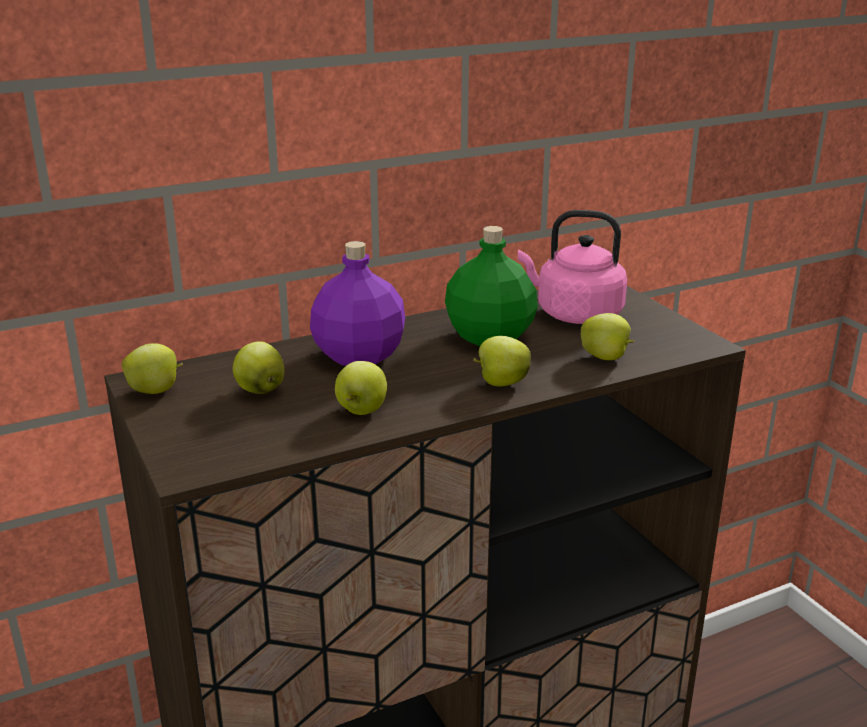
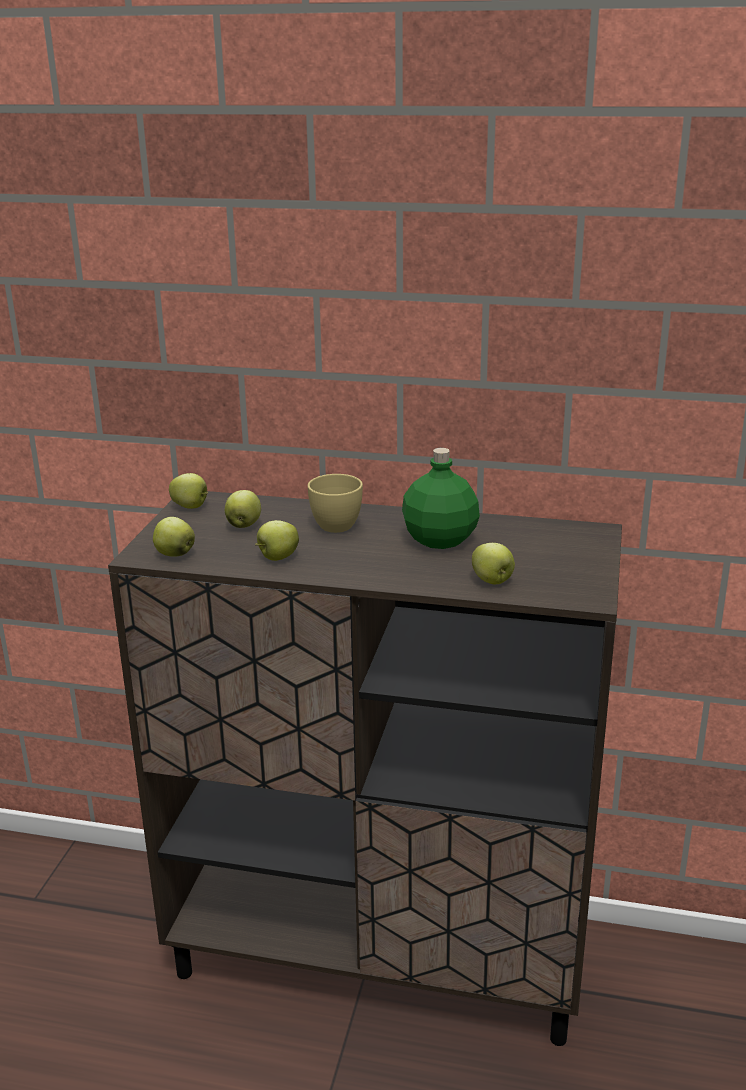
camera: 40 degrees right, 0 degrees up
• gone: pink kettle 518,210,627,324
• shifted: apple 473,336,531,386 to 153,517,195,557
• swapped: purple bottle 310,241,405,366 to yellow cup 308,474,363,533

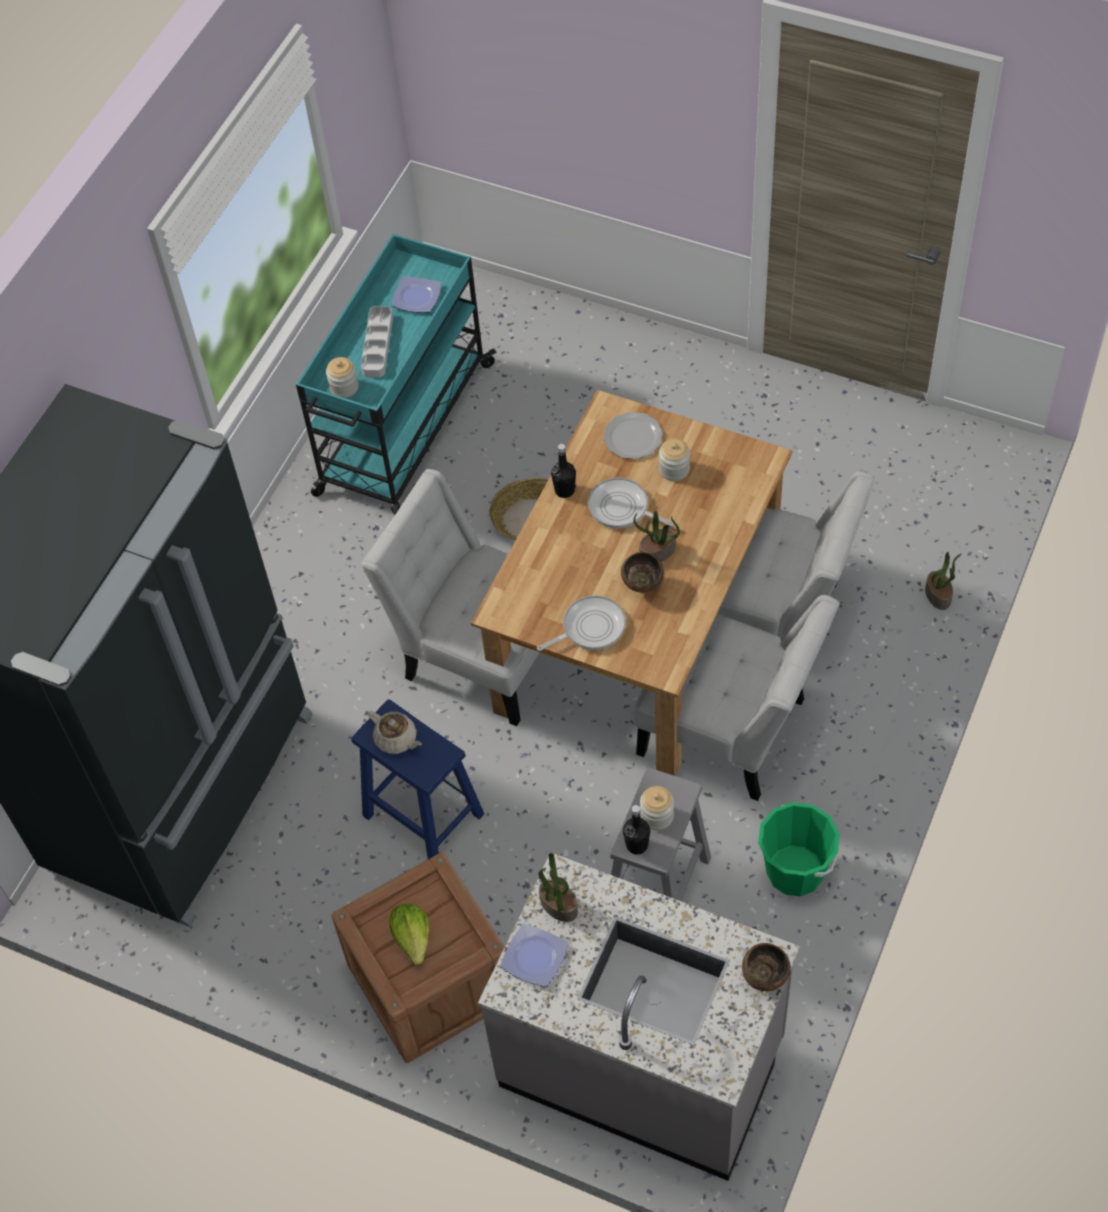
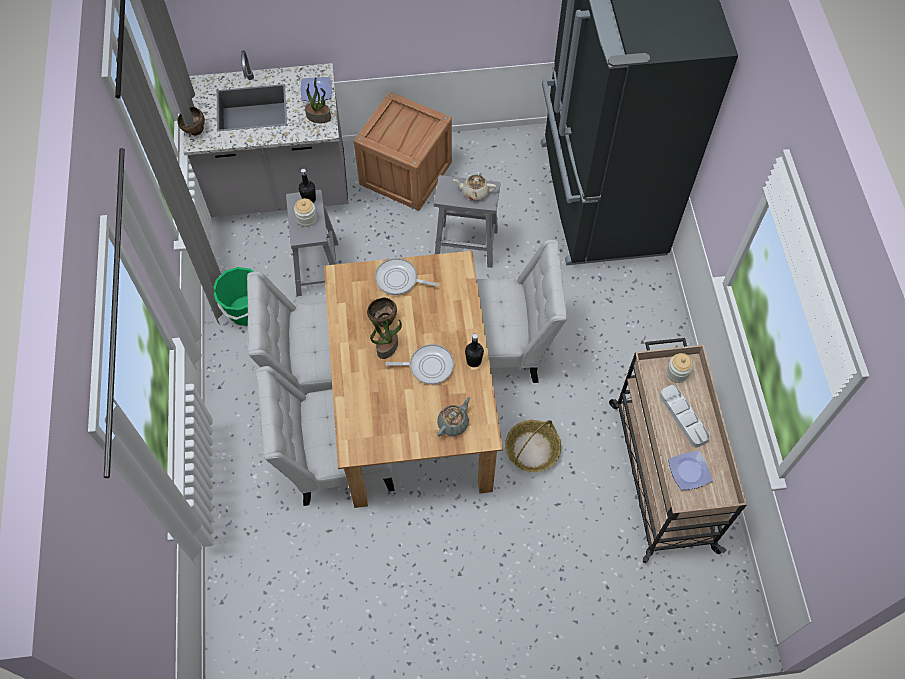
camera: 145 degrees right, 5 degrees up
• gone: lettuce 389,903,429,965
• gone: jar 659,438,690,481
• gone: potted plant 925,552,962,610
• swapped: plate 603,412,663,459 to grey teapot 437,397,471,437
• repainted: turquoise cart 296,234,496,515 to beige cart 609,338,747,563
• repainted: blue stool 351,699,484,859 to grey stool 434,175,501,268
• rotated: frying pan 537,595,626,651 = 375,258,439,295 75 degrees clockwise

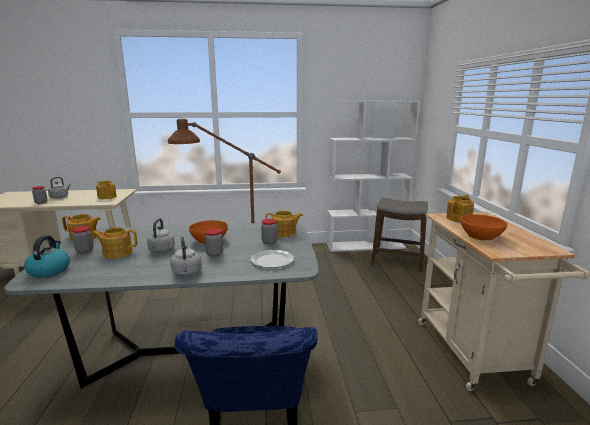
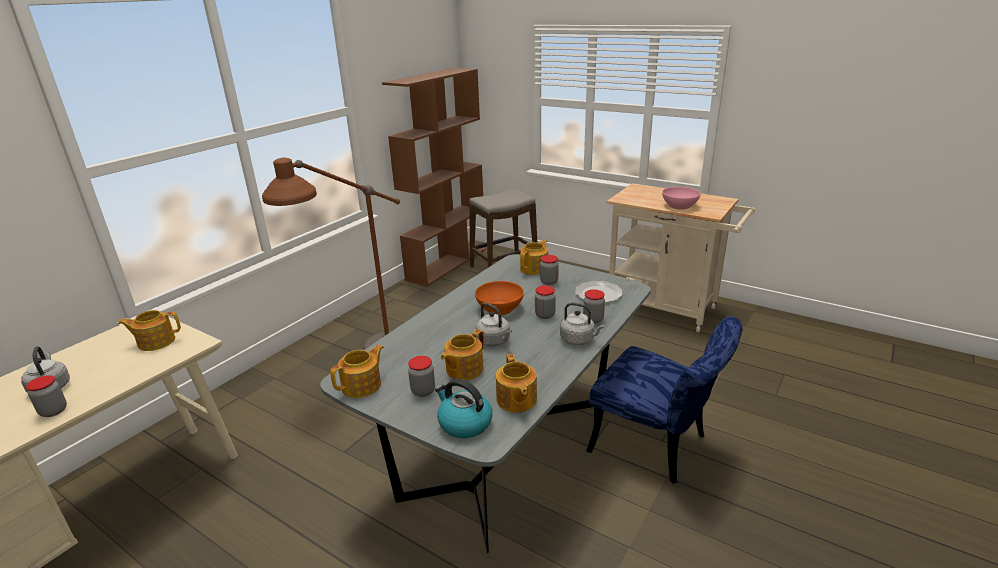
camera: 50 degrees left, 10 degrees up
• new: jar 583,289,605,324
• shifted: teapot 446,195,474,222 to 496,354,537,412
• repainted: white bookcase 327,100,420,252 to brown bookcase 382,68,486,287
• repainted: orange bowl 460,214,508,241 to pink bowl 662,187,701,210

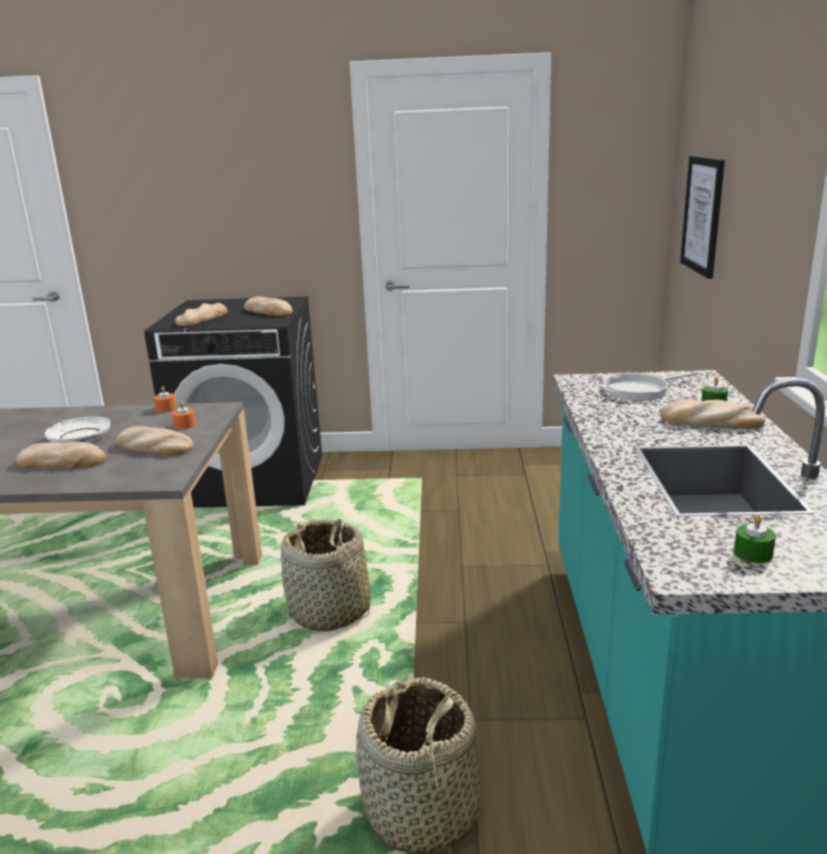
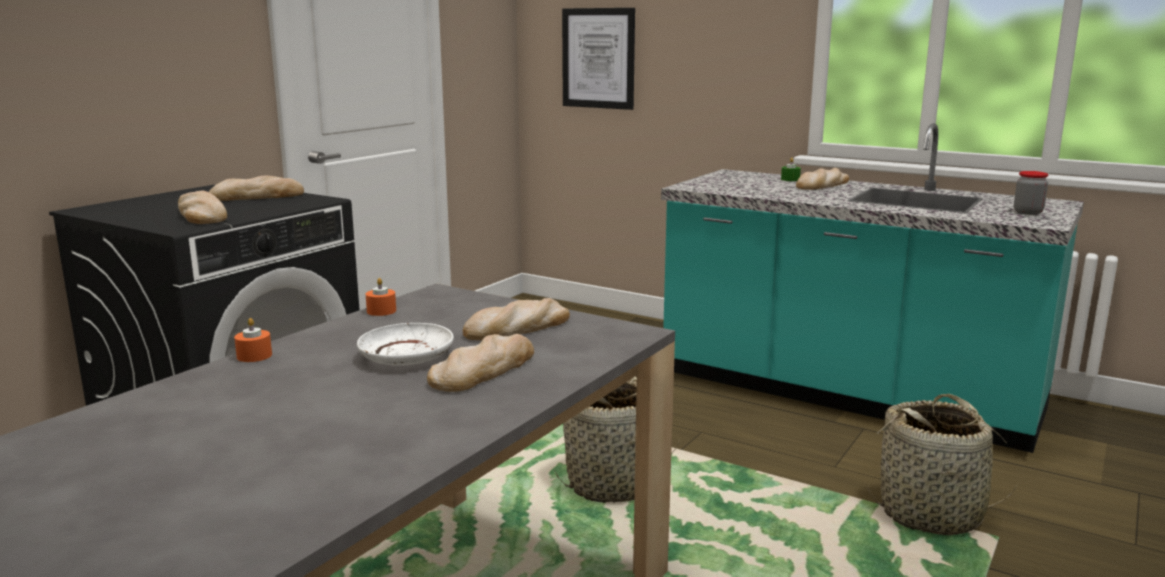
camera: 60 degrees left, 5 degrees down
• gone: frying pan 602,371,697,401
• shifted: orange candle 172,401,196,429 to 234,318,272,362
• swapped: green candle 734,515,776,563 to jar 1014,171,1048,215

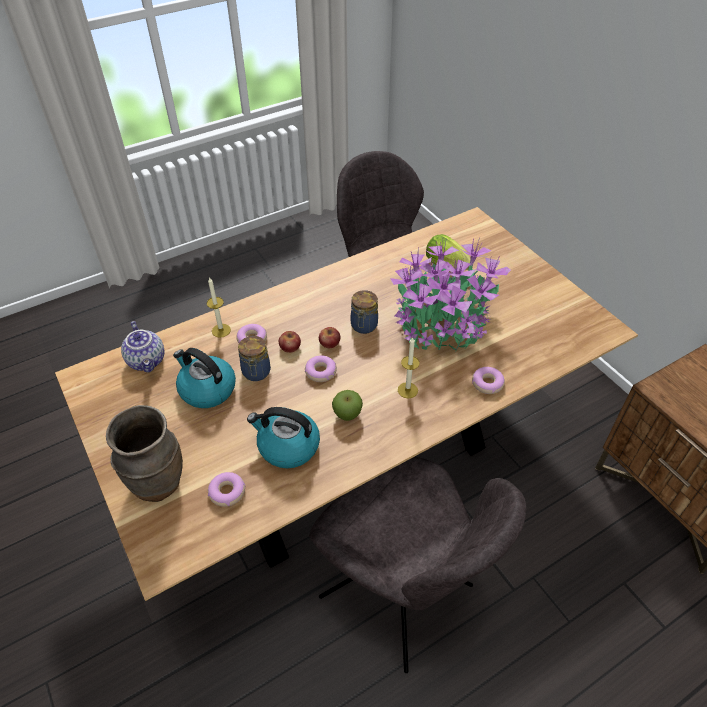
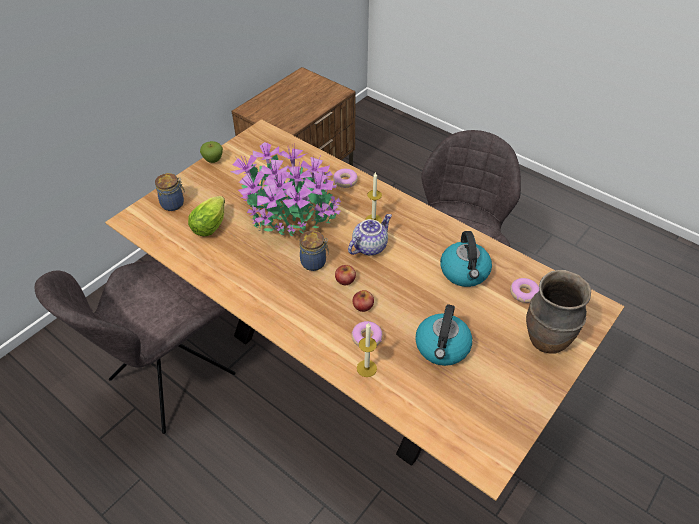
camera: 110 degrees left, 0 degrees up
• gone: donut 305,356,337,382
• shifted: teapot 121,321,165,372 to 348,214,392,256
• shifted: jar 238,336,271,381 to 155,173,185,211
• shifted: apple 332,390,363,421 to 200,141,223,163

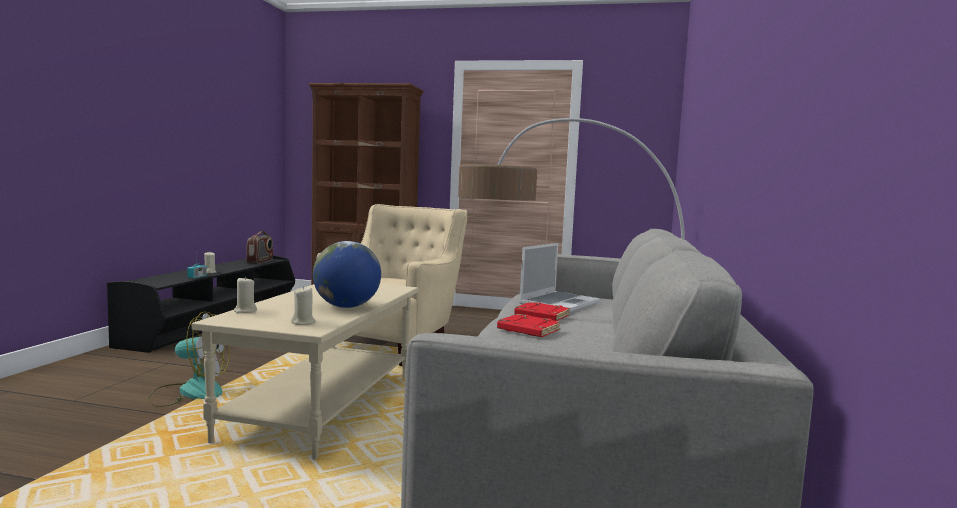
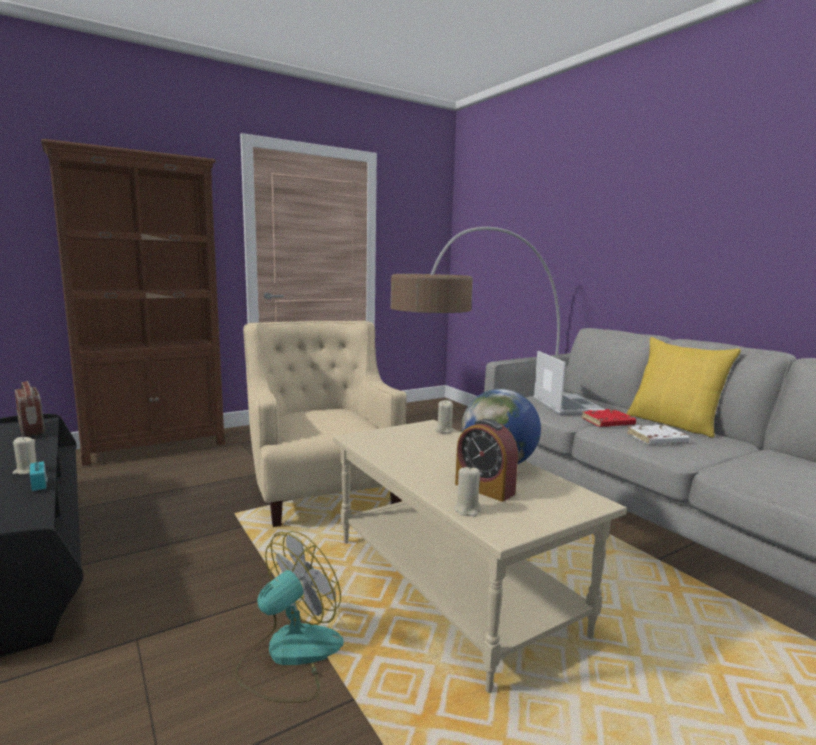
camera: 45 degrees left, 5 degrees up
• new: alarm clock 455,419,518,502
• new: yellow pillow 627,337,741,438
• shifted: beige candle 291,286,316,325 to 435,400,454,434
• repainted: red book 497,314,561,337 to white book 627,424,690,445

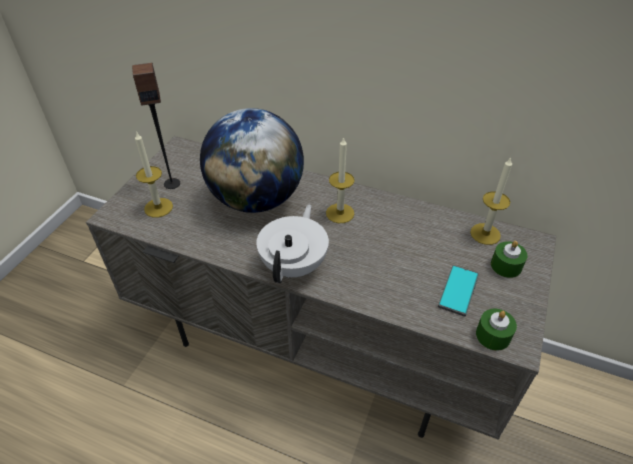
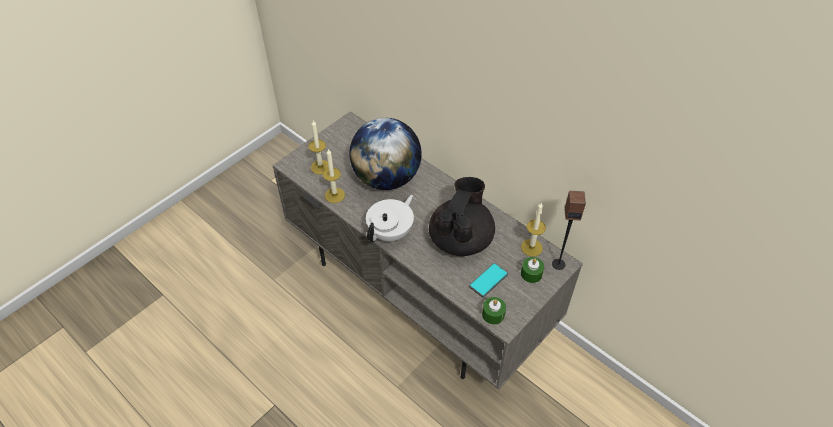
camera: 20 degrees right, 5 degrees up
• new: black teapot 429,177,495,256
• shifted: speaker 132,63,180,189 to 552,191,586,270
• shifted: candle 326,137,355,223 to 323,148,345,203

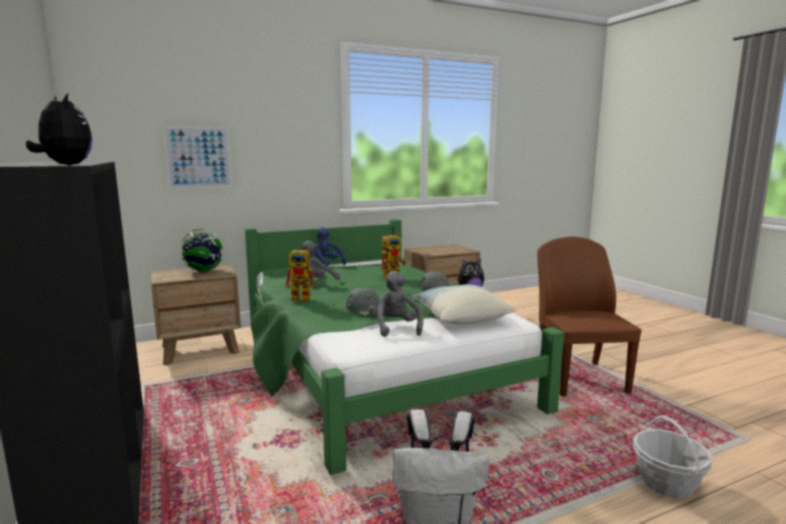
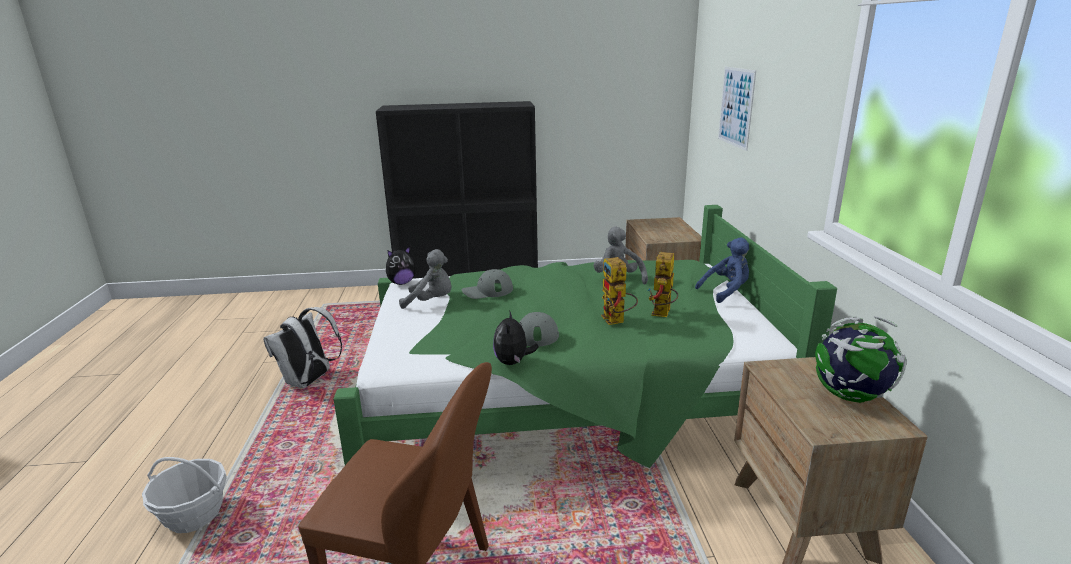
camera: 110 degrees right, 10 degrees up
• gone: pillow 412,284,516,325
• shifted: plush toy 26,93,92,165 to 386,246,416,285
• shifted: globe 181,229,223,272 to 815,316,907,403
• shifted: toy robot 285,248,321,302 to 647,252,678,317

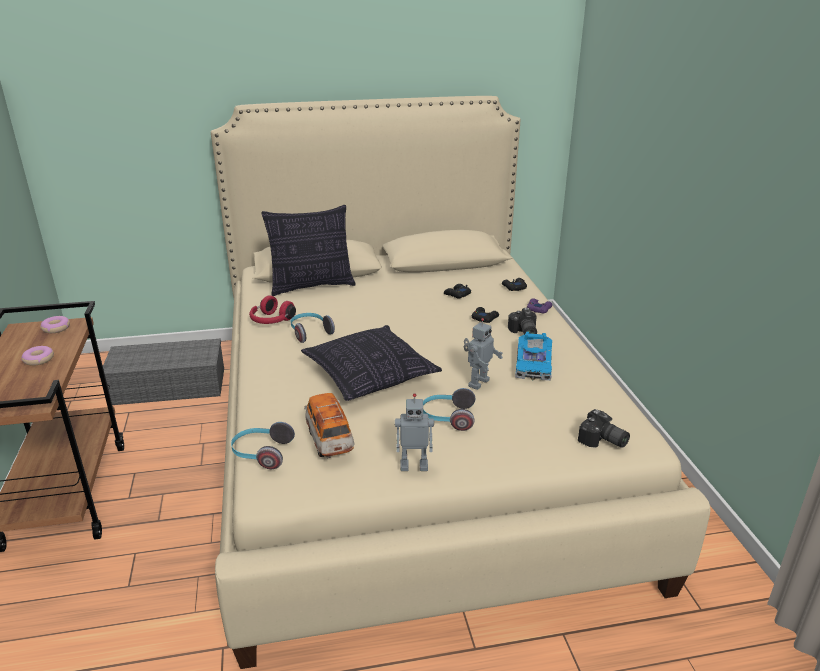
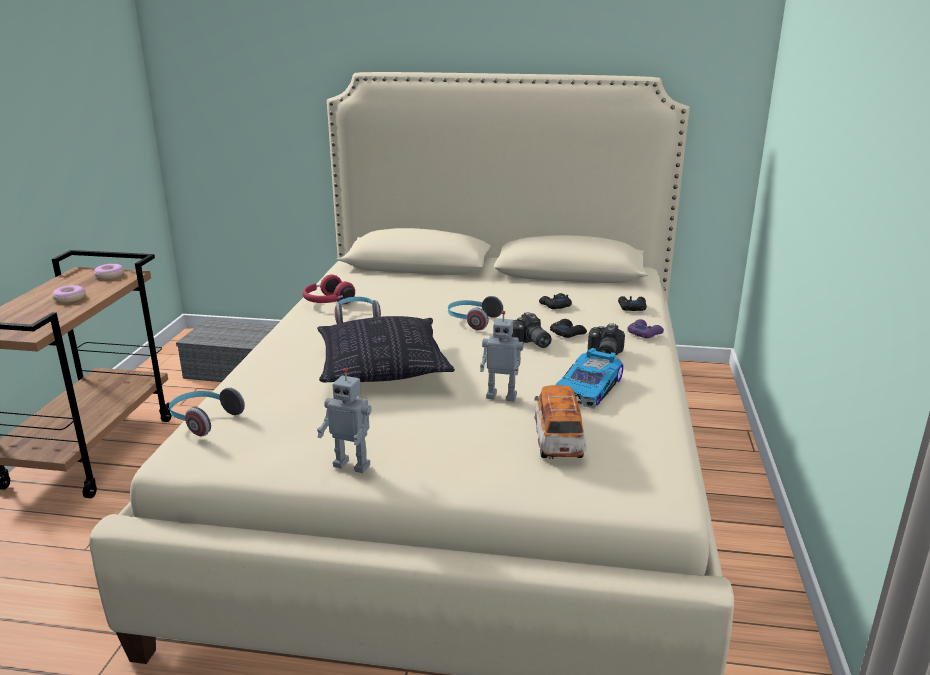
camera: 20 degrees right, 5 degrees down
• gone: pillow 262,205,356,296
• shifted: toy car 304,393,355,458 to 534,385,586,459
• shifted: headphones 423,388,475,431 to 448,296,503,330
• shifted: photo camera 578,409,630,448 to 511,312,552,348
• rotated: toy robot 464,318,503,390 = 480,311,524,401 45 degrees clockwise

